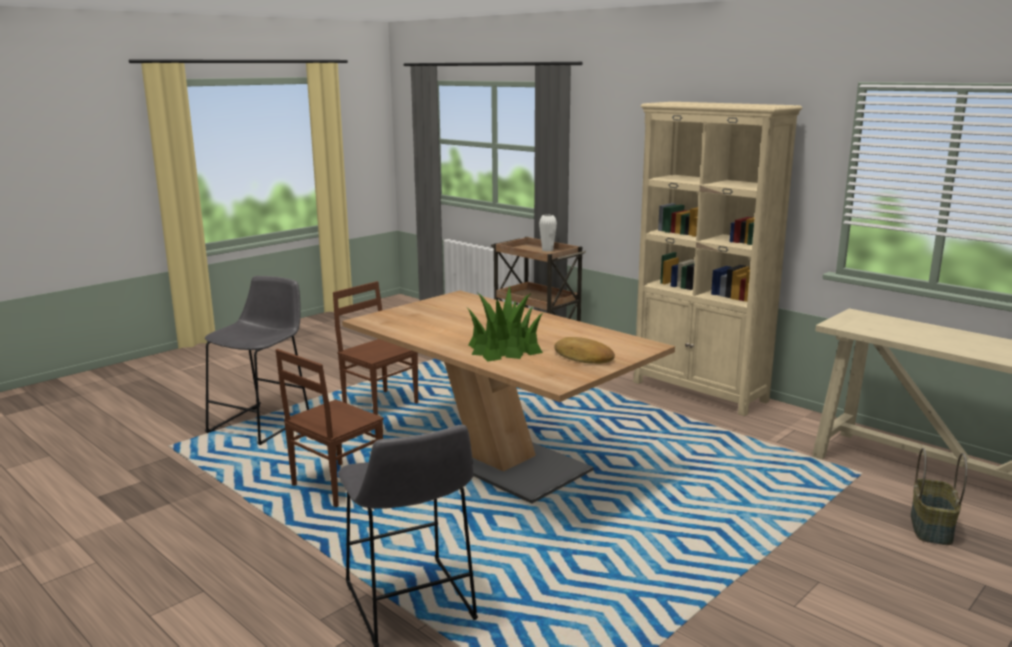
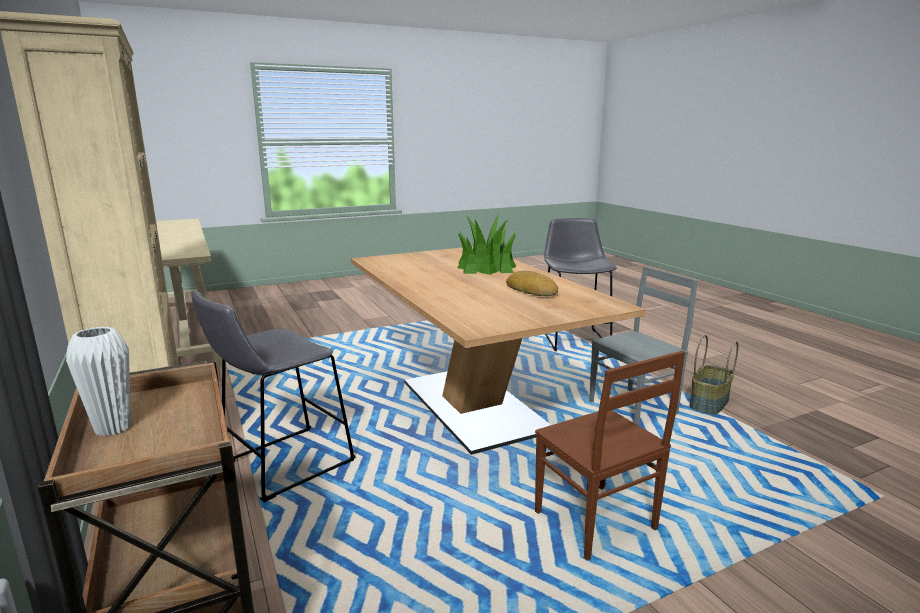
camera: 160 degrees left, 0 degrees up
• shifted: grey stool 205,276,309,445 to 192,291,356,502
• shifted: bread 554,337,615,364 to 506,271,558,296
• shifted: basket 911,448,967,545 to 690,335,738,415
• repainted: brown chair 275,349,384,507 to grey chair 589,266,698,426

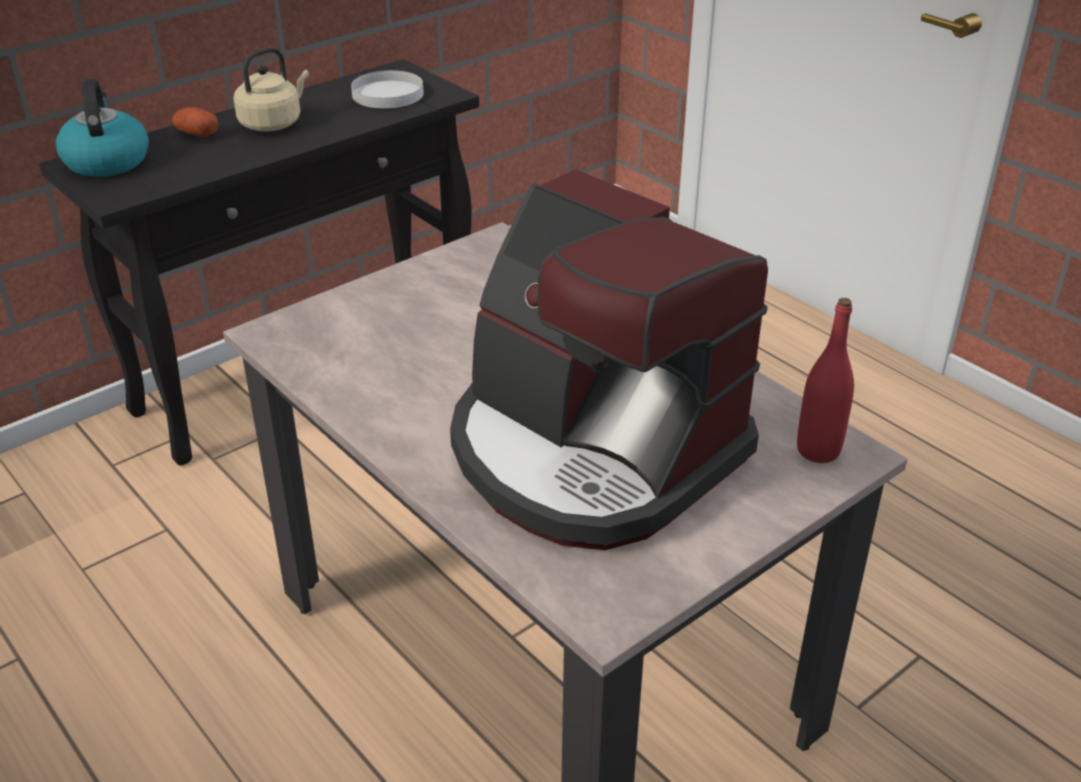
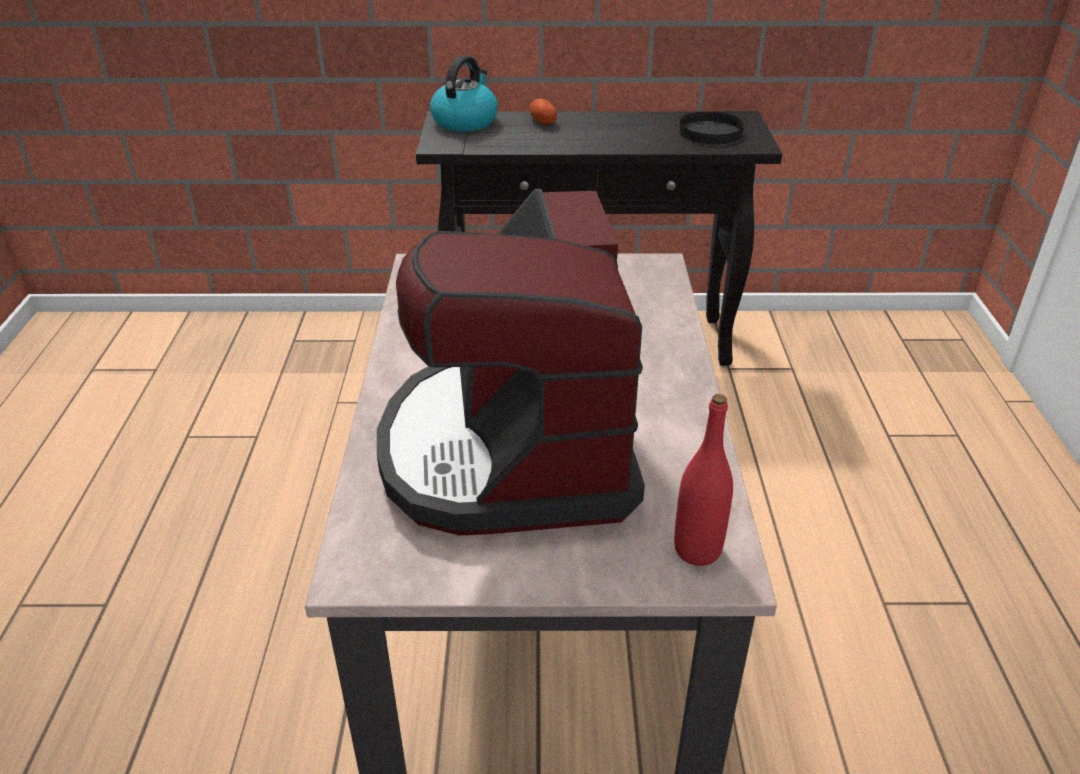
camera: 40 degrees right, 0 degrees up
• gone: beige kettle 234,47,309,132
• repainted: white plate 351,70,424,108 to black plate 679,112,744,144

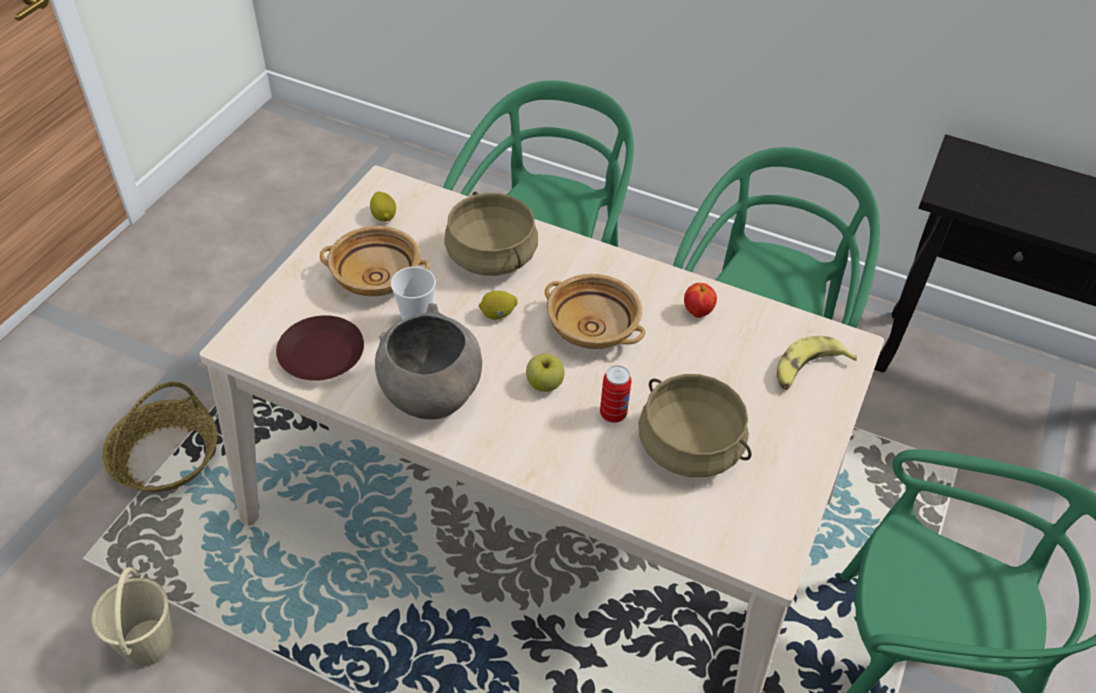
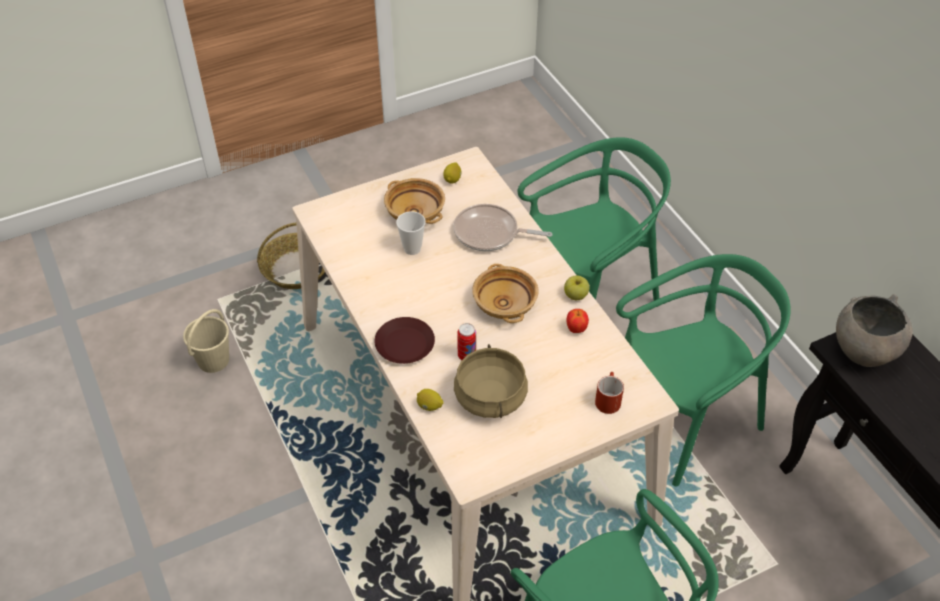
camera: 40 degrees right, 0 degrees up
• shifted: brown plate 276,315,364,381 to 375,317,435,364
• shifted: grey bowl 375,303,482,419 to 836,294,913,367
• shifted: lemon 479,291,518,319 to 417,389,444,411
• shifted: apple 526,354,564,392 to 564,276,590,300
• swapped: beige cooking pot 444,192,538,276 to frying pan 453,204,552,251
• swapped: banana 777,336,857,390 to red mug 595,372,624,414

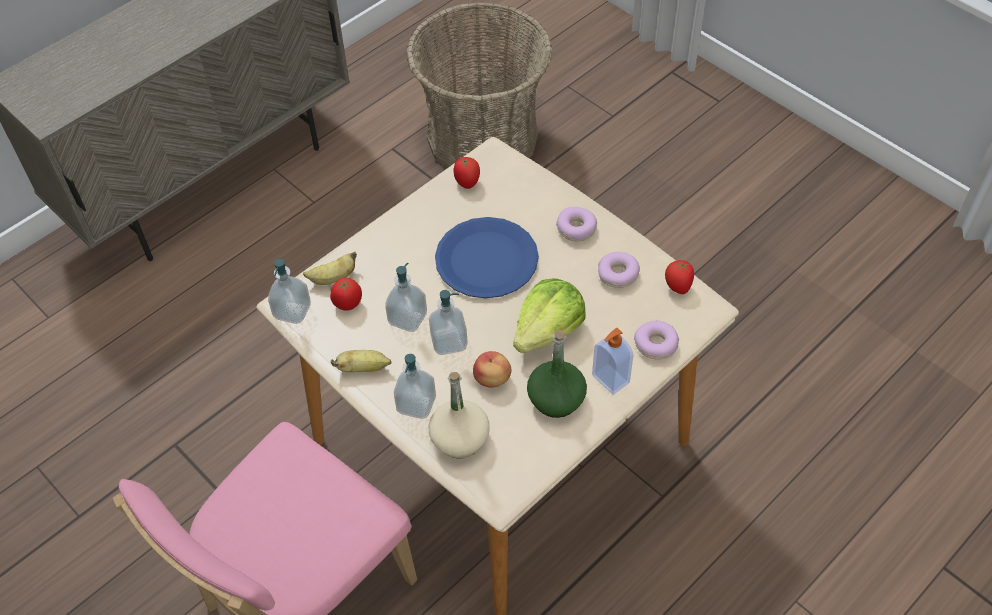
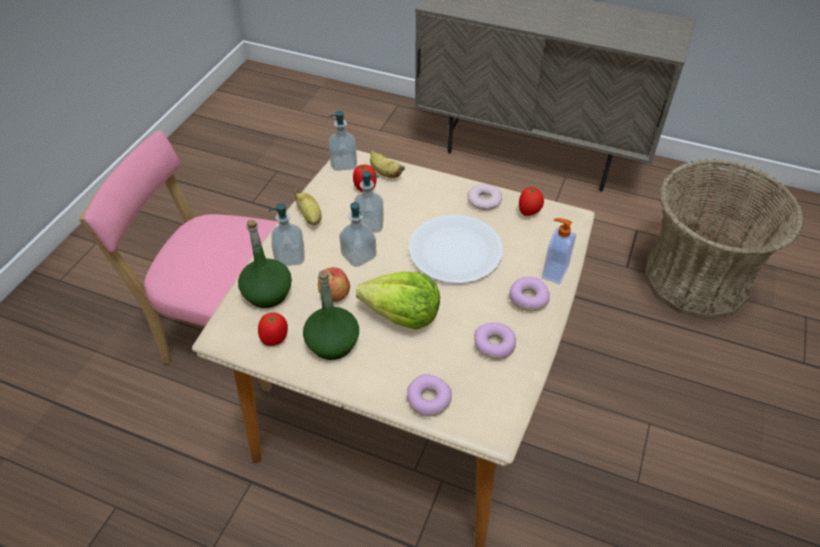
camera: 65 degrees right, 5 degrees down
• new: donut 467,184,502,210
• shifted: soap dispenser 592,328,633,395 to 542,218,576,285
• shifted: tomato 665,260,694,294 to 258,312,288,346
• repainted: beige bottle 428,372,490,458 to green bottle 238,219,292,308
• repainted: blue plate 435,217,539,298 to white plate 408,214,503,284

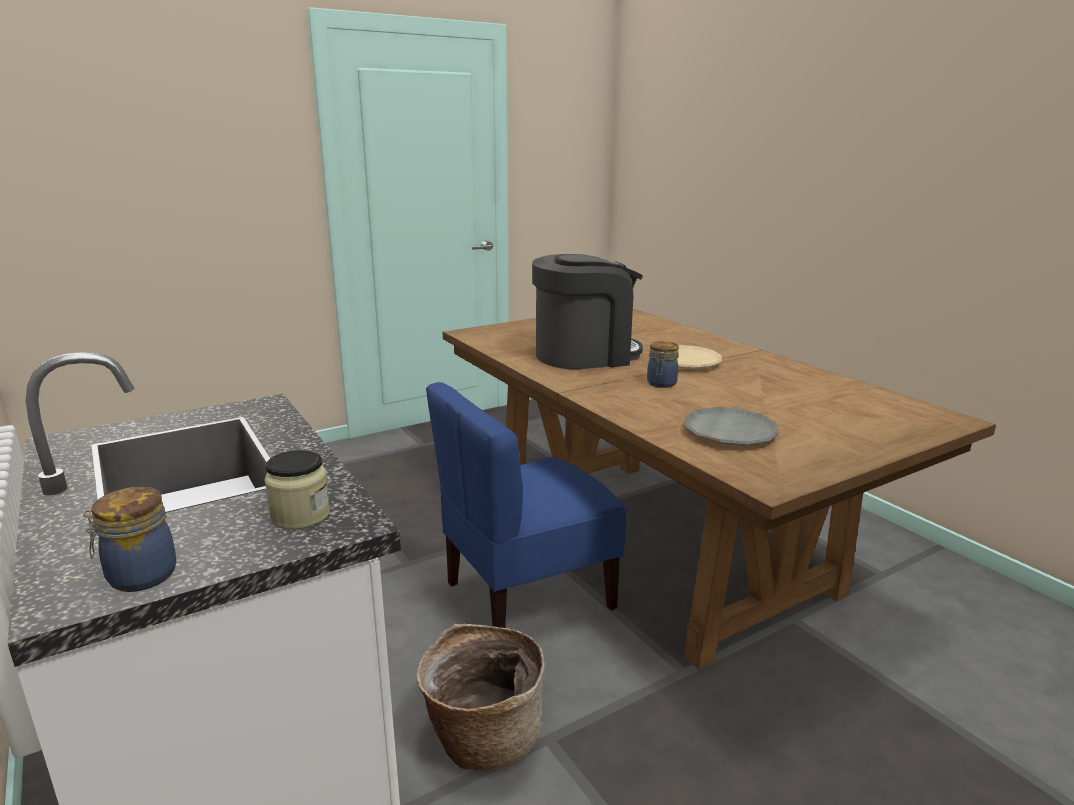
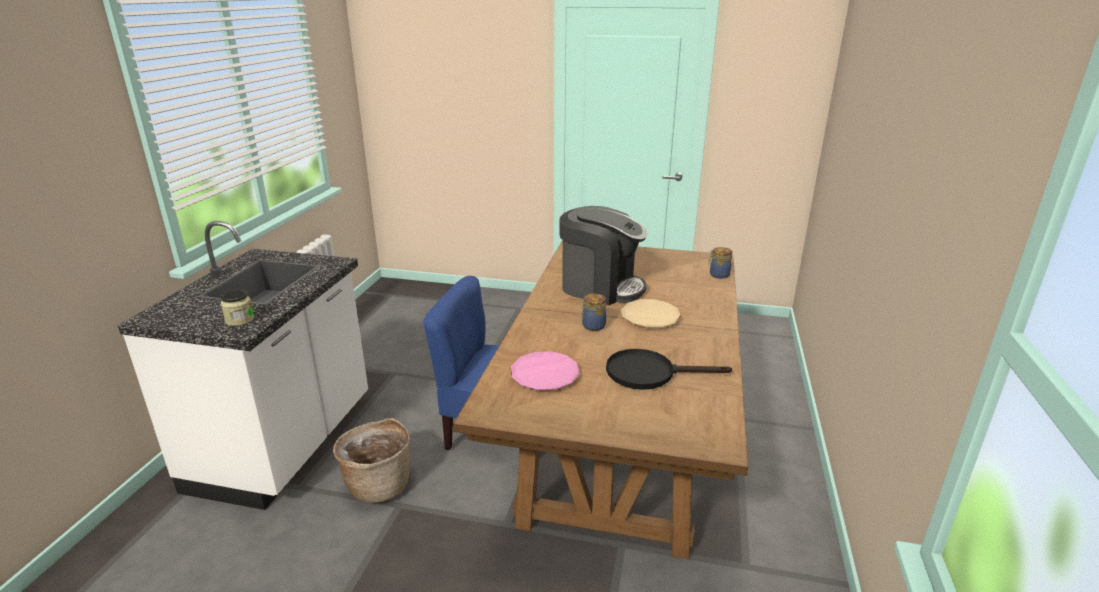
camera: 45 degrees right, 5 degrees up
• new: black frying pan 606,349,732,390
• shifted: jar 83,487,177,592 to 708,247,732,279
• repainted: grey plate 685,407,779,446 to pink plate 511,351,580,390

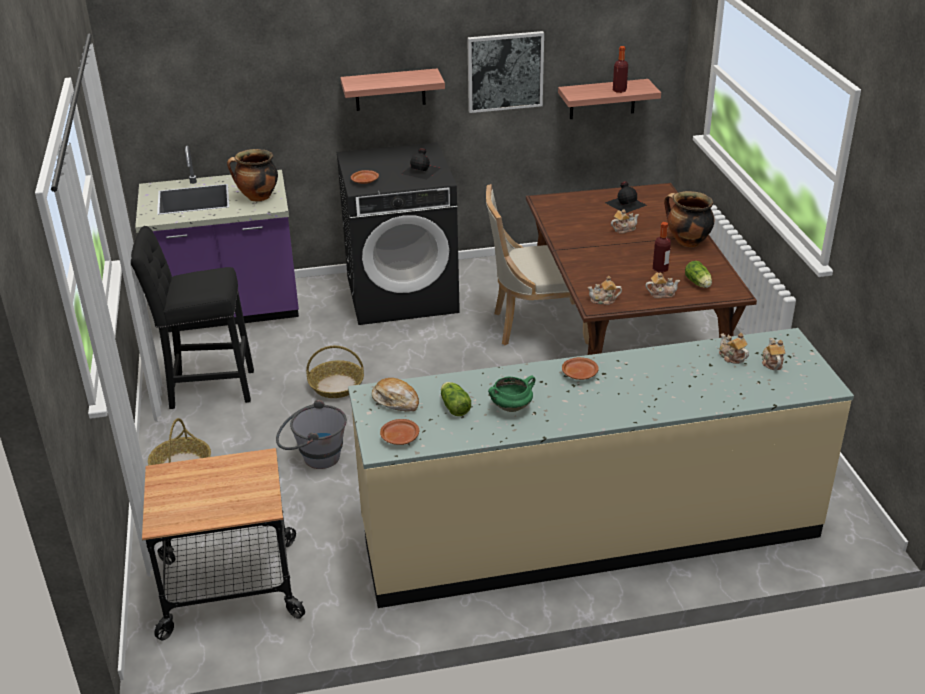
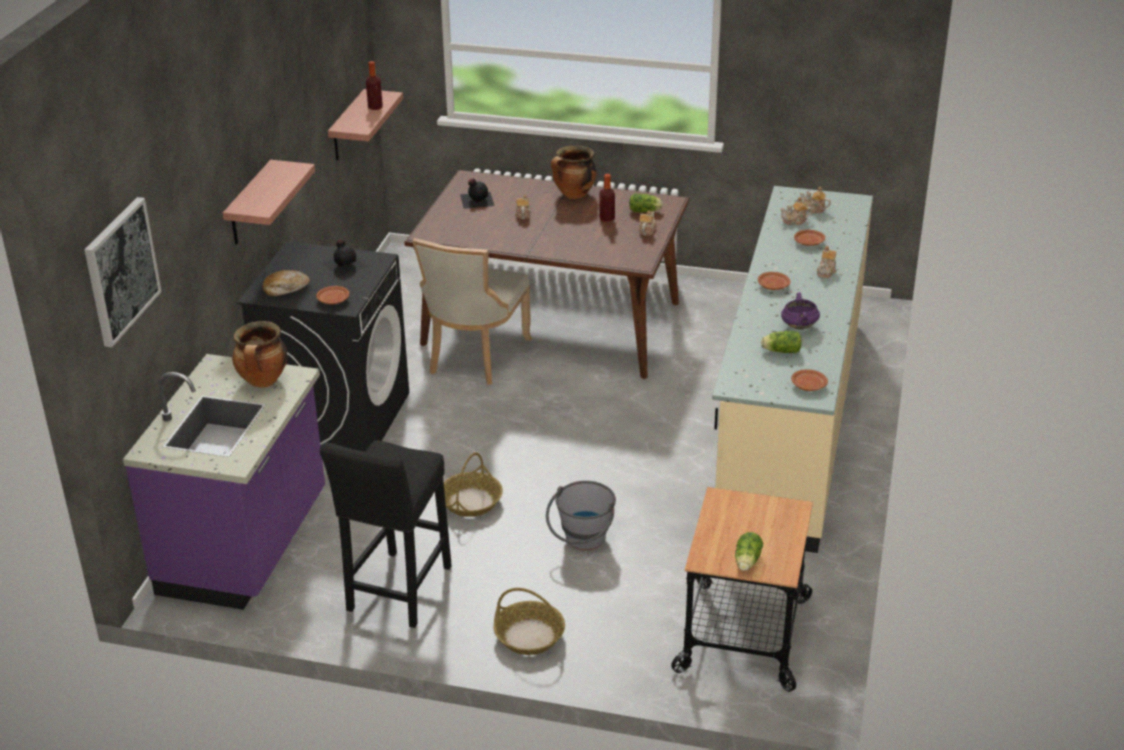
camera: 65 degrees left, 0 degrees up
• new: lettuce 735,532,763,571
• new: brown plate 794,229,825,246
• shifted: bread 372,378,419,411 to 263,270,310,296
• shifted: picture 467,31,544,113 to 84,197,162,347
• shifted: teapot 587,275,622,305 to 817,246,836,278
• repainted: green cooking pot 488,376,535,412 to purple cooking pot 781,292,820,330

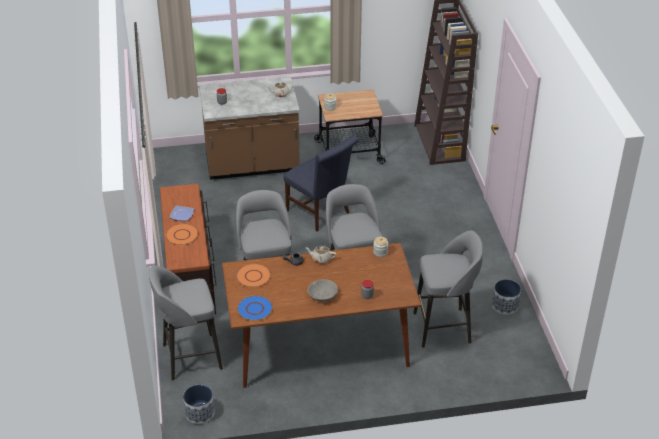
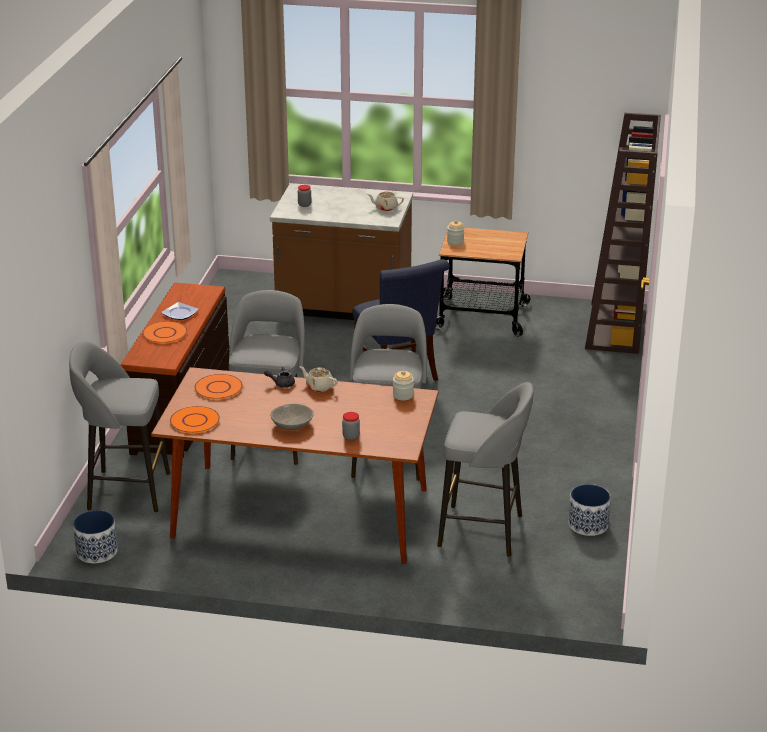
camera: 20 degrees right, 10 degrees down
• repainted: blue plate 237,295,273,321 to orange plate 170,406,220,433

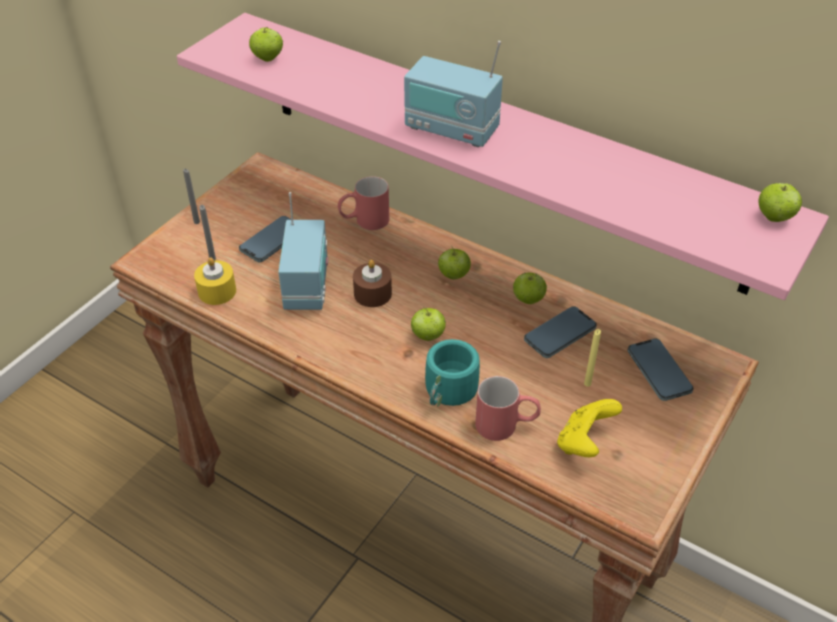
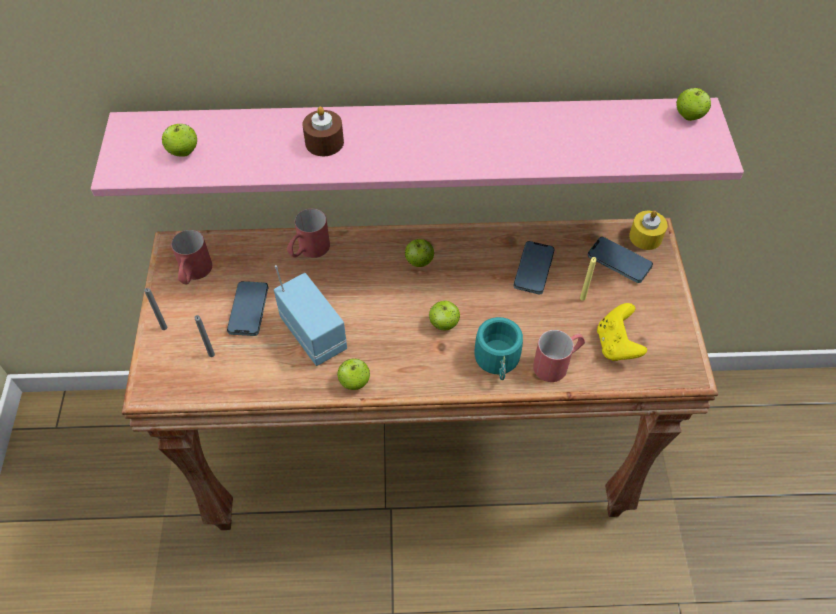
camera: 35 degrees left, 10 degrees up
• gone: radio 404,41,503,147
• new: red mug 171,230,212,284
• shifted: yellow candle 194,257,236,305 to 629,211,668,250
• shifted: brown candle 353,260,392,307 to 302,107,344,156
• shifted: apple 513,272,547,304 to 337,359,370,390

